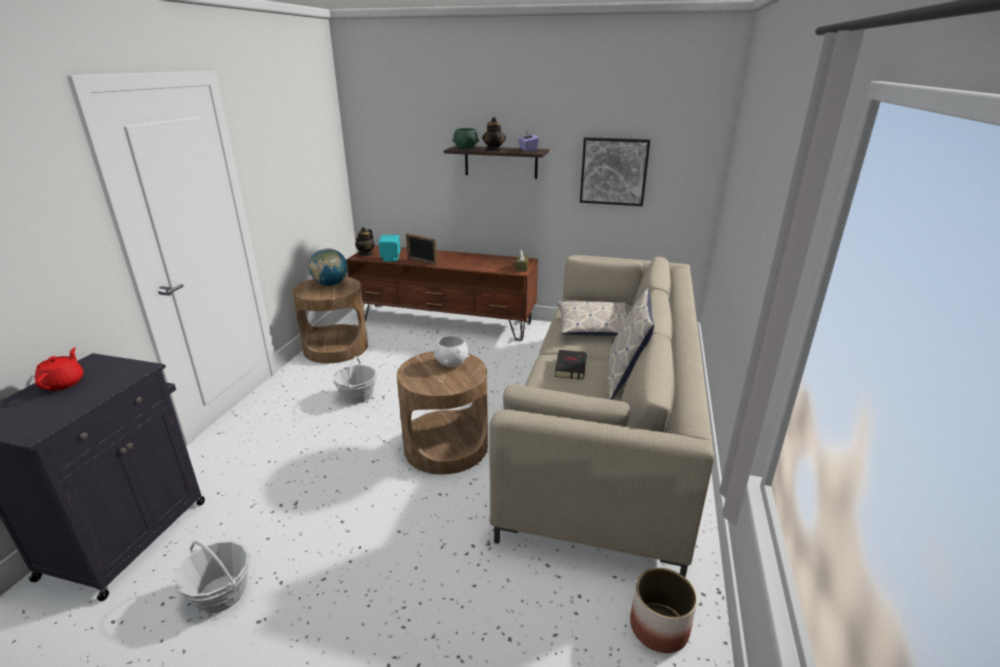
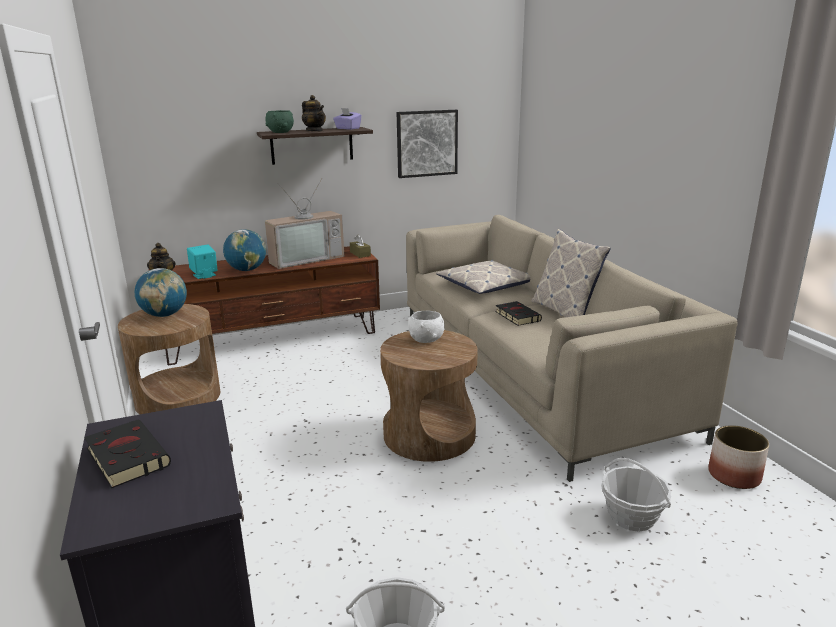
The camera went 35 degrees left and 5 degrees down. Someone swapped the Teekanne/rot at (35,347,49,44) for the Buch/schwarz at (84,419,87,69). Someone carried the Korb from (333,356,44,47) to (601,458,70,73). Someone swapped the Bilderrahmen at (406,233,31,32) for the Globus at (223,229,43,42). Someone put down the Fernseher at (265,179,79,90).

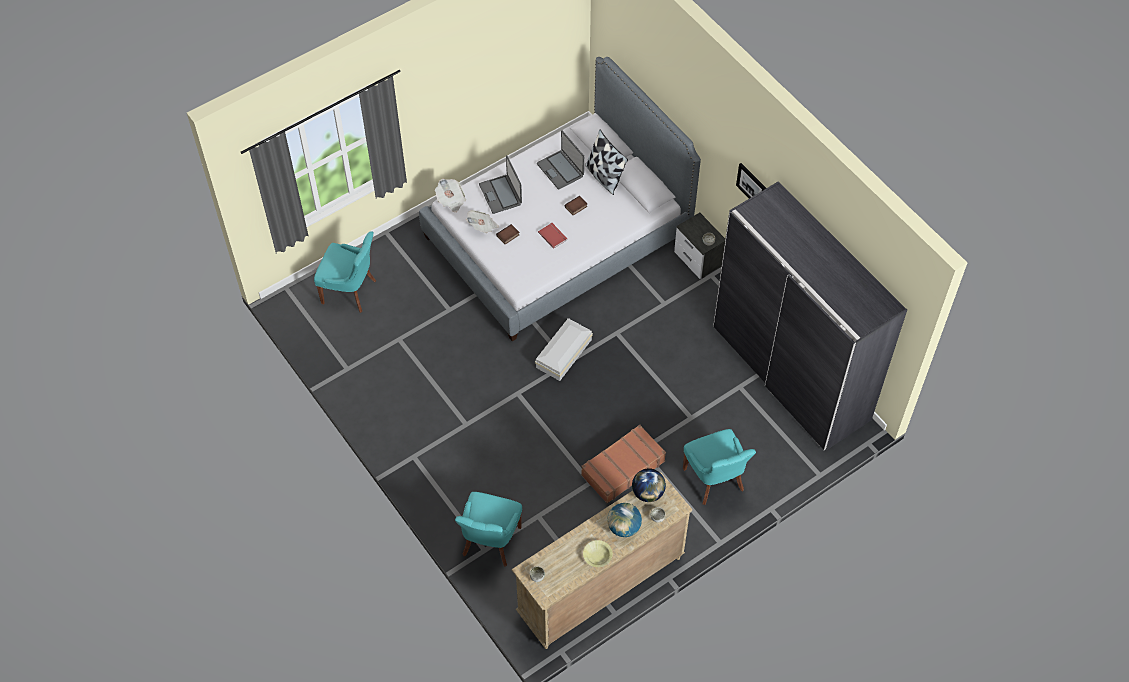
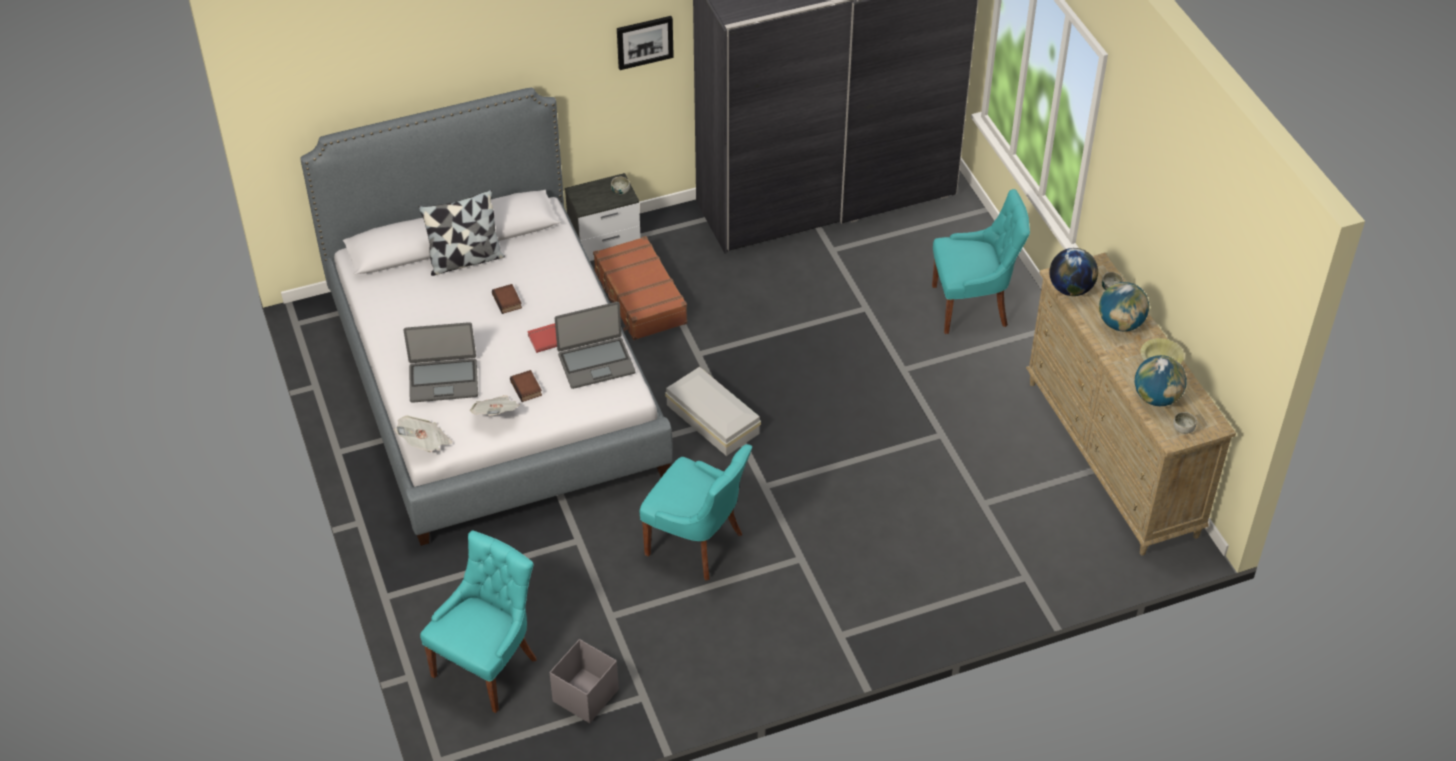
The camera went 75 degrees left and 10 degrees down. Someone carried the Stuhl/türkis from (455,492,67,75) to (640,444,112,137). Someone carried the Laptop from (537,131,47,59) to (555,302,80,87). Someone carried the Koffer/braun from (581,425,85,78) to (593,236,94,104). Someone put down the Aufbewahrungsbox/grau at (550,639,69,84). Someone put down the Globus at (1135,355,52,51).

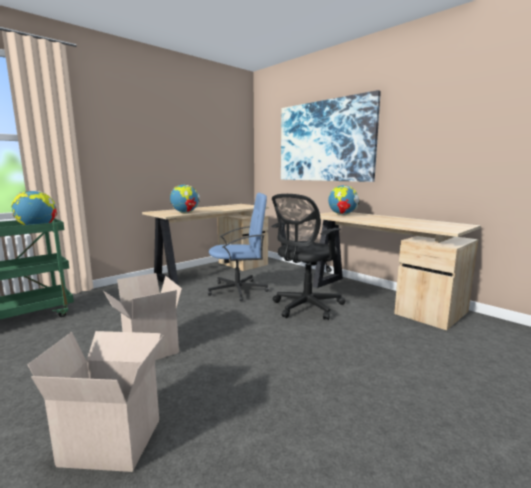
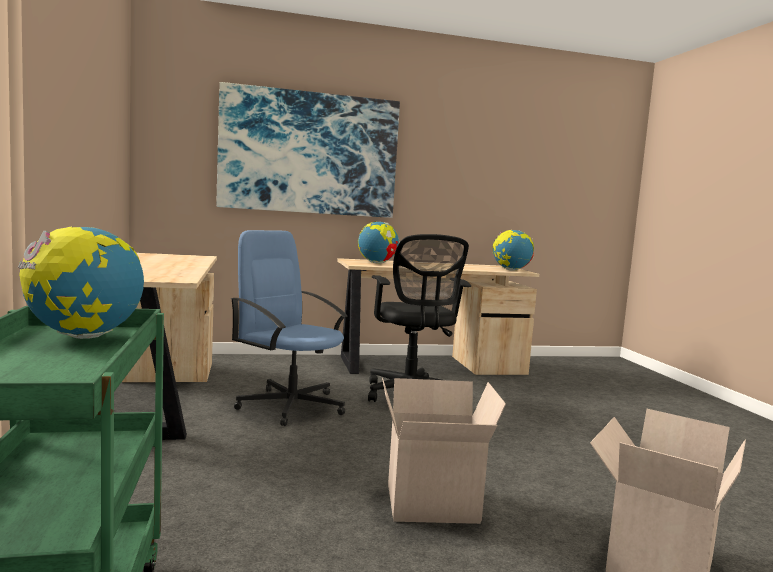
The camera went 60 degrees left and 5 degrees down. Someone carried the Globus from (170,185,30,28) to (493,230,41,41). Someone rotated the Bürostuhl/blau at (208,193,61,108) by 75 degrees counterclockwise.

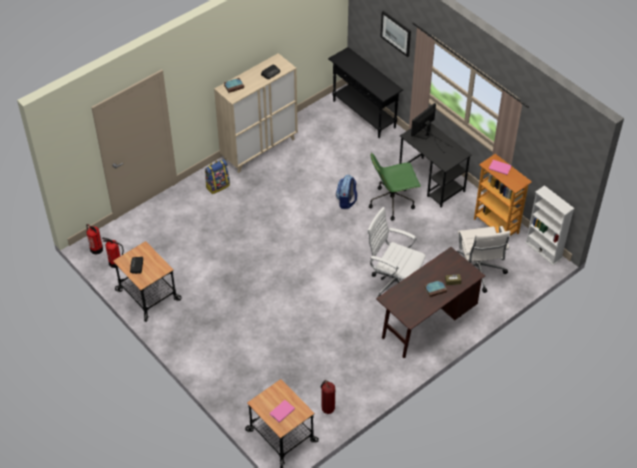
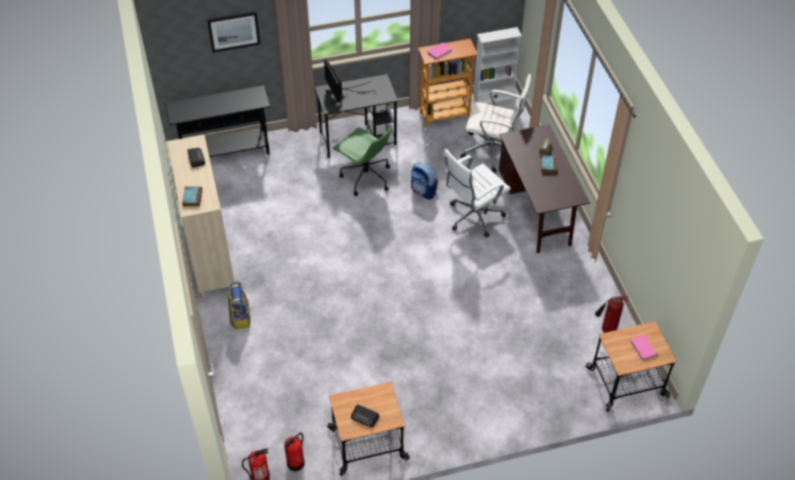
The camera went 65 degrees left and 0 degrees up. Someone carried the Rucksack from (336,175,21,34) to (411,162,27,38). Someone rotated the Bürostuhl/grün at (369,153,52,68) by 60 degrees counterclockwise.

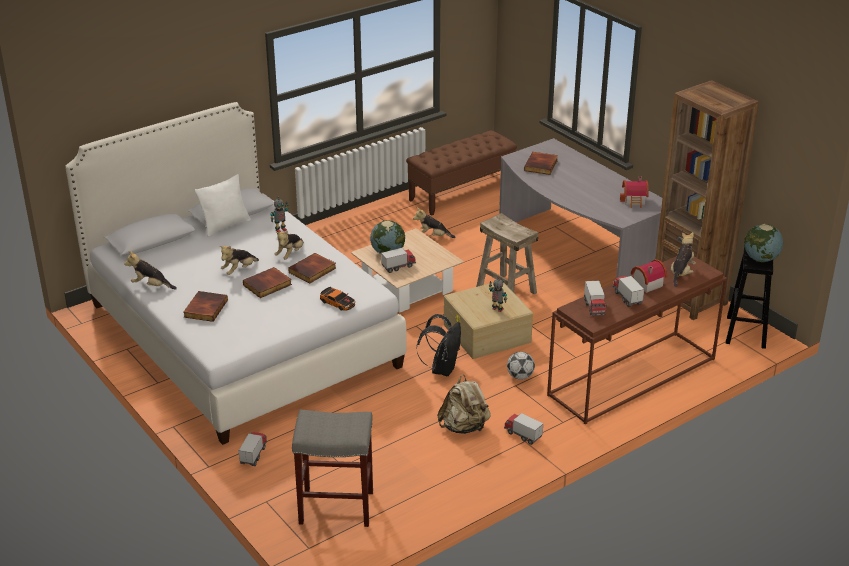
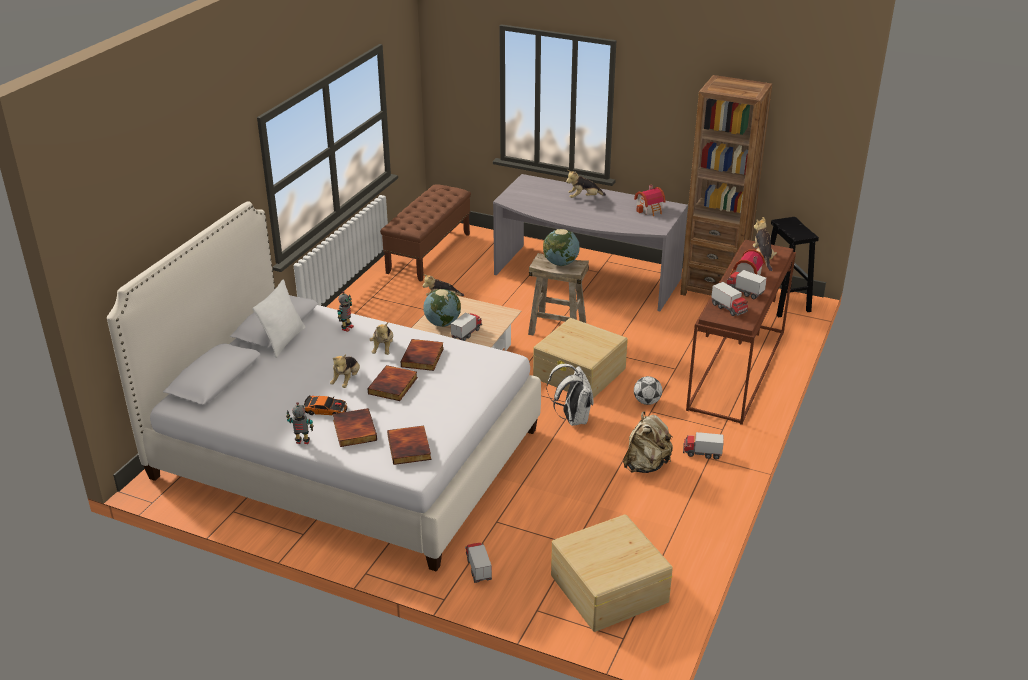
The camera went 30 degrees left and 0 degrees up. Someone carried the Plüschtier from (124,251,53,38) to (566,170,40,28). Someone swapped the Hocker/grau at (292,409,81,118) for the Aufbewahrungsbox/beige at (551,514,122,118). Someone carried the Spielzeugauto from (320,287,35,24) to (304,395,43,20). Someone repainted the Rucksack/schwarz at (416,314,45,63), which became the Rucksack/weiß at (547,364,46,62). Someone carried the Spielzeugroboter from (489,277,18,35) to (286,402,28,42). Someone carried the Buch from (524,152,34,23) to (387,426,44,39). Someone carried the Globus from (744,224,39,38) to (543,229,36,37).

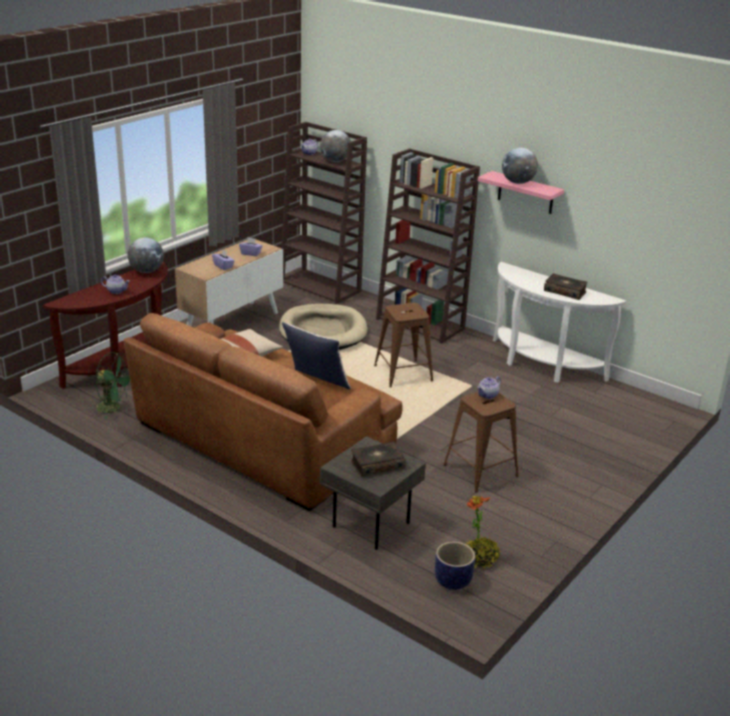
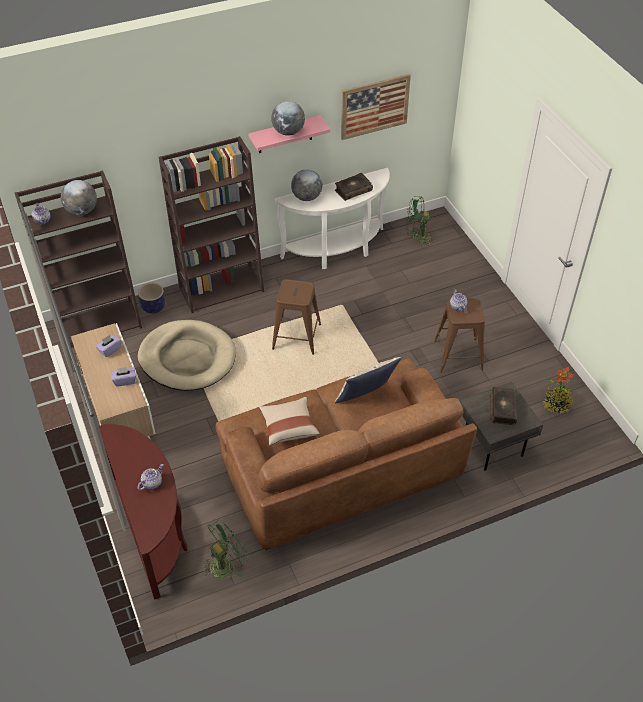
The camera went 60 degrees left and 20 degrees up. Someone carried the Globus from (128,237,36,36) to (291,169,31,32). Someone carried the Pflanzkübel from (435,542,40,48) to (138,283,27,31). Someone put up the Bild at (341,74,70,66). Someone put down the Ventilator/grün at (406,196,29,52).

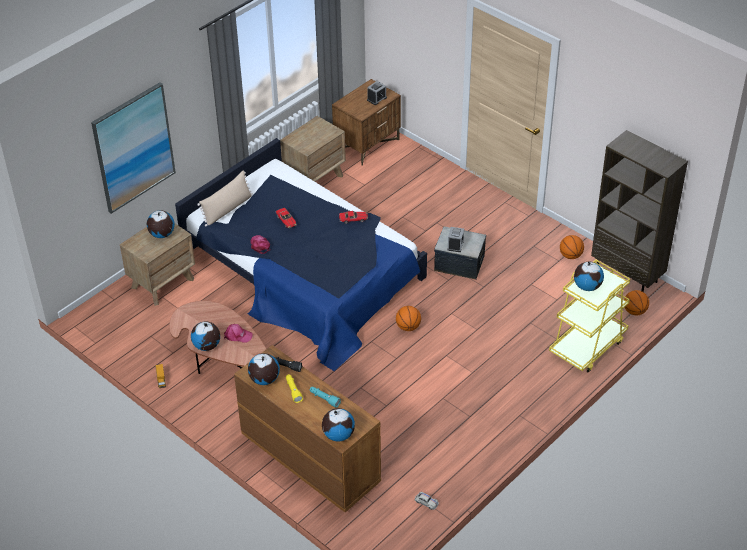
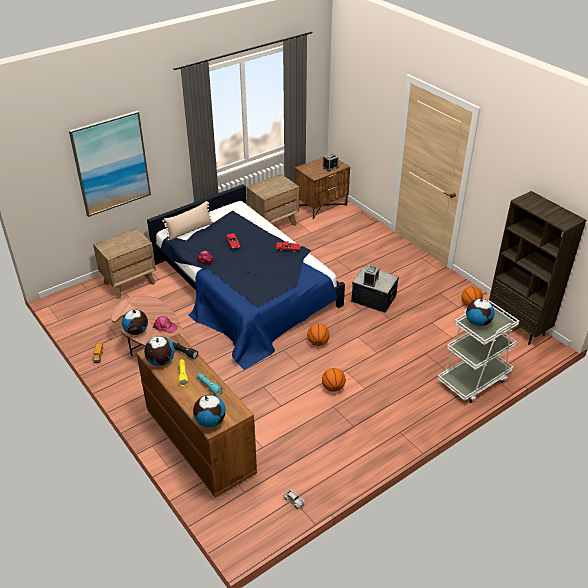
The camera went 10 degrees right and 5 degrees down. Someone took away the Globus at (147,210,28,28). Someone repainted the Rollwagen/gelb at (549,259,81,113), which became the Rollwagen/weiß at (437,300,82,103). Someone carried the Basketball from (624,290,25,25) to (322,368,24,24).

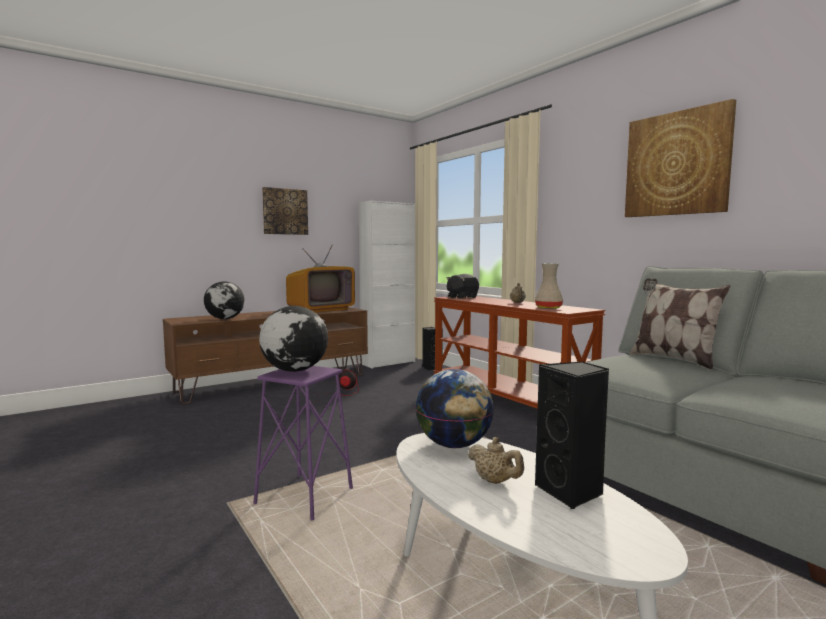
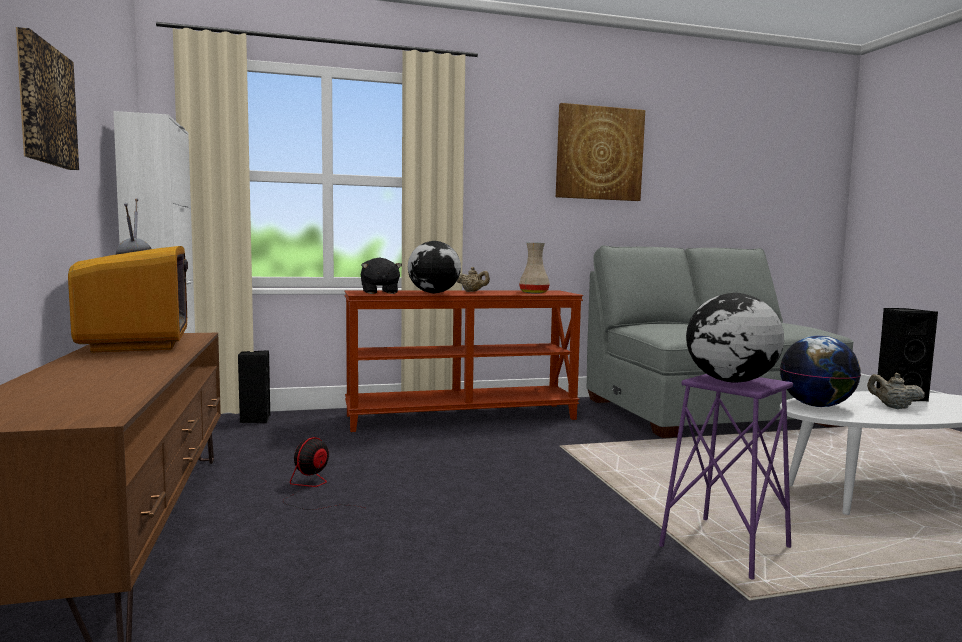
The camera went 70 degrees left and 0 degrees up. Someone carried the Globus from (204,281,41,38) to (408,241,53,52). Someone rotated the Teekanne/beige at (468,437,56,47) by 105 degrees counterclockwise. Someone took away the Kissen at (629,278,102,92).

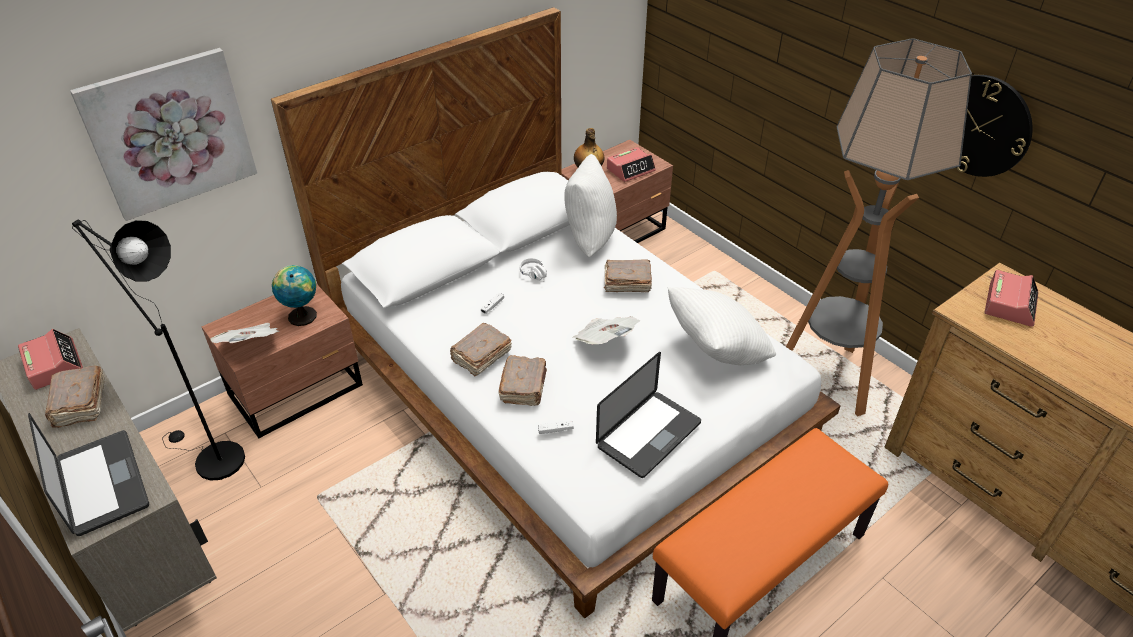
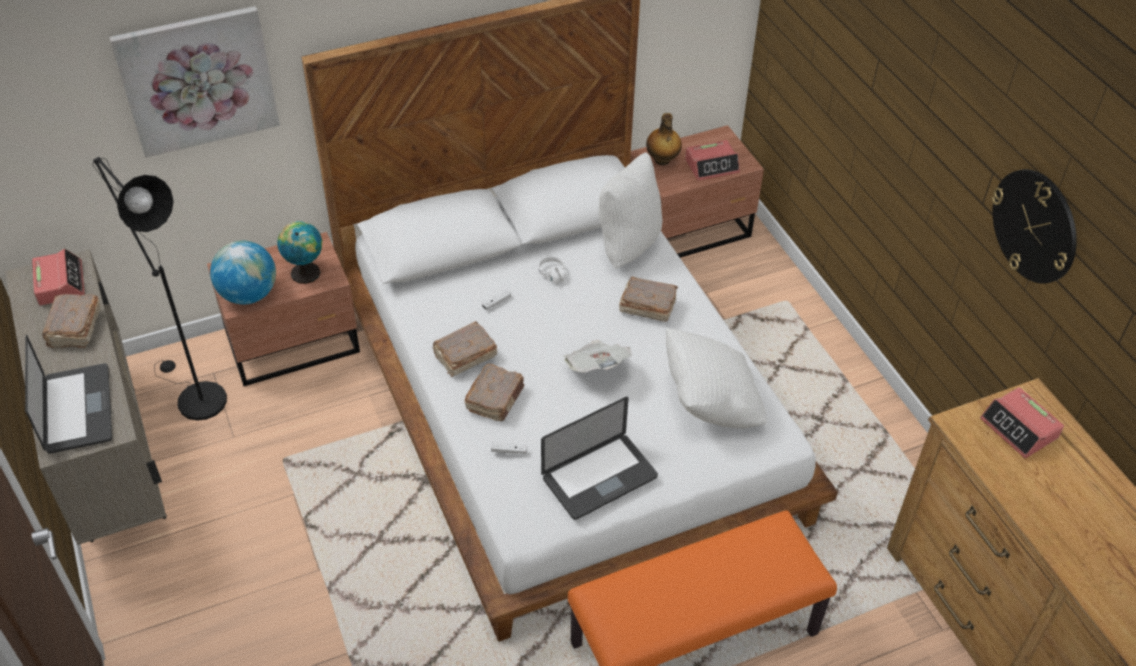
The camera went 15 degrees right and 5 degrees up. Someone swapped the Zeitung at (210,323,69,20) for the Globus at (210,240,66,64). Someone took away the Stehlampe at (786,38,186,378). Someone rotated the Wecker at (984,270,54,57) by 105 degrees clockwise.

